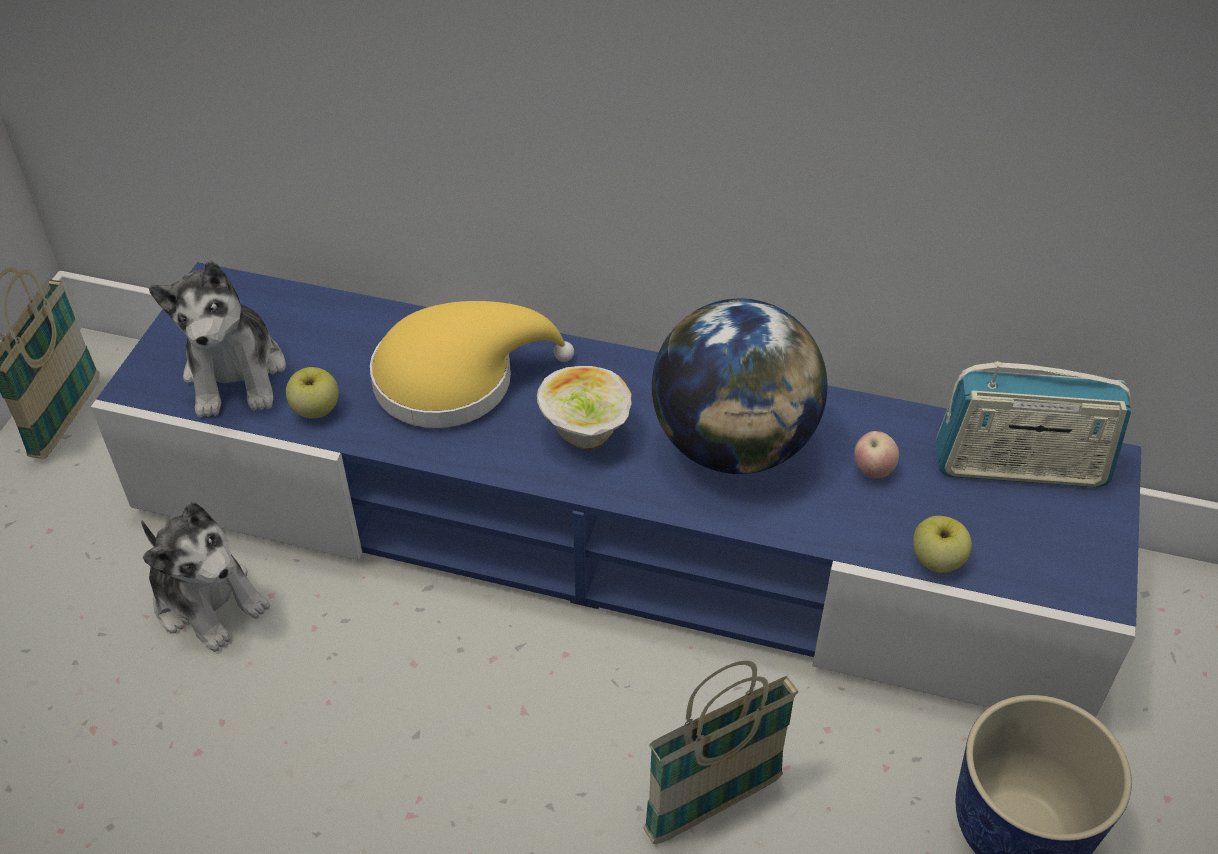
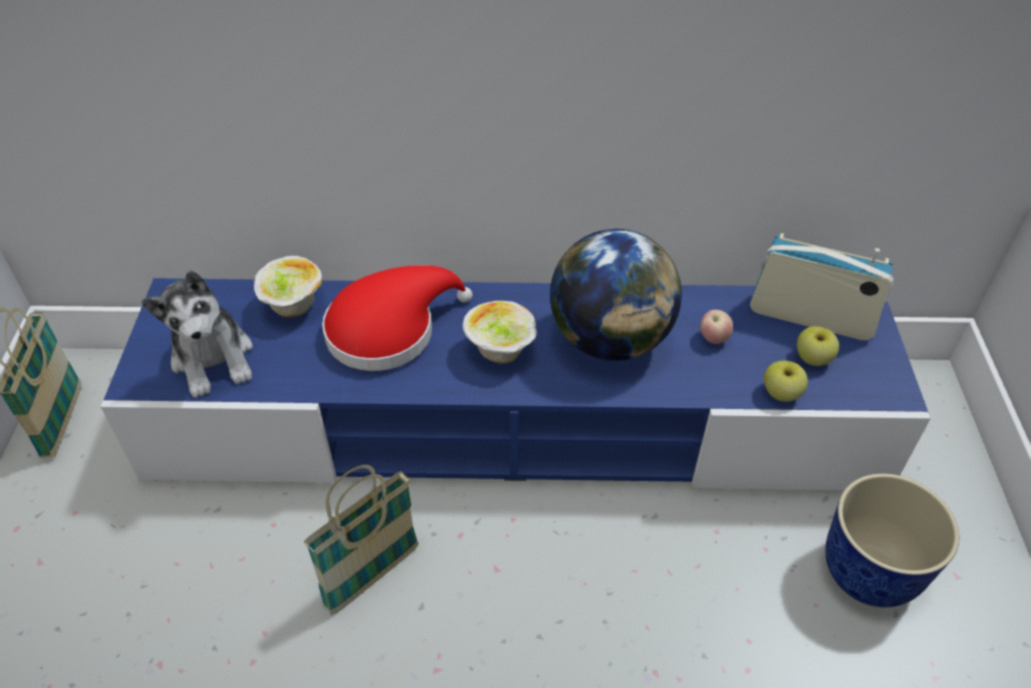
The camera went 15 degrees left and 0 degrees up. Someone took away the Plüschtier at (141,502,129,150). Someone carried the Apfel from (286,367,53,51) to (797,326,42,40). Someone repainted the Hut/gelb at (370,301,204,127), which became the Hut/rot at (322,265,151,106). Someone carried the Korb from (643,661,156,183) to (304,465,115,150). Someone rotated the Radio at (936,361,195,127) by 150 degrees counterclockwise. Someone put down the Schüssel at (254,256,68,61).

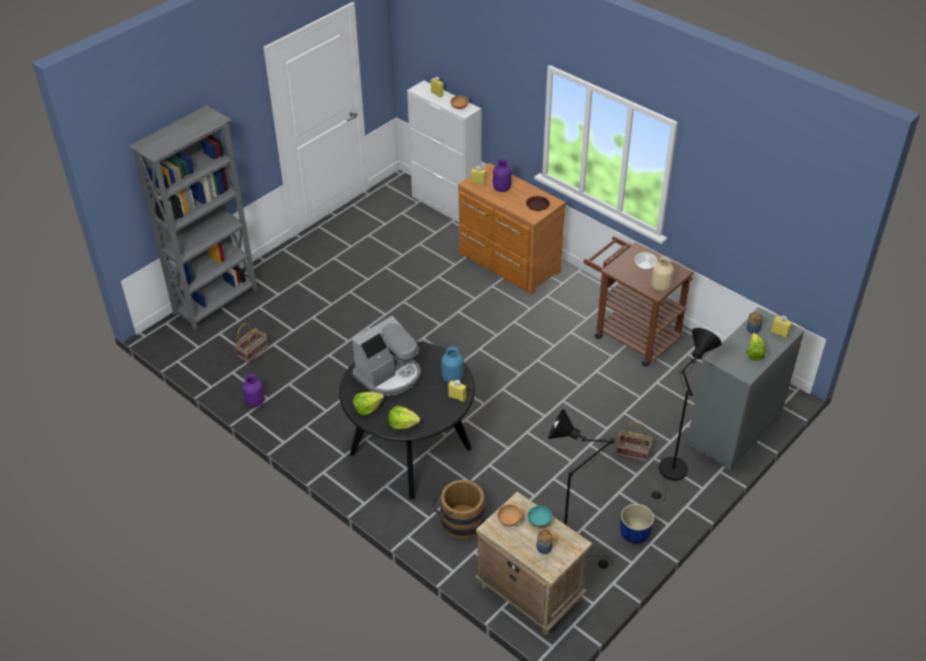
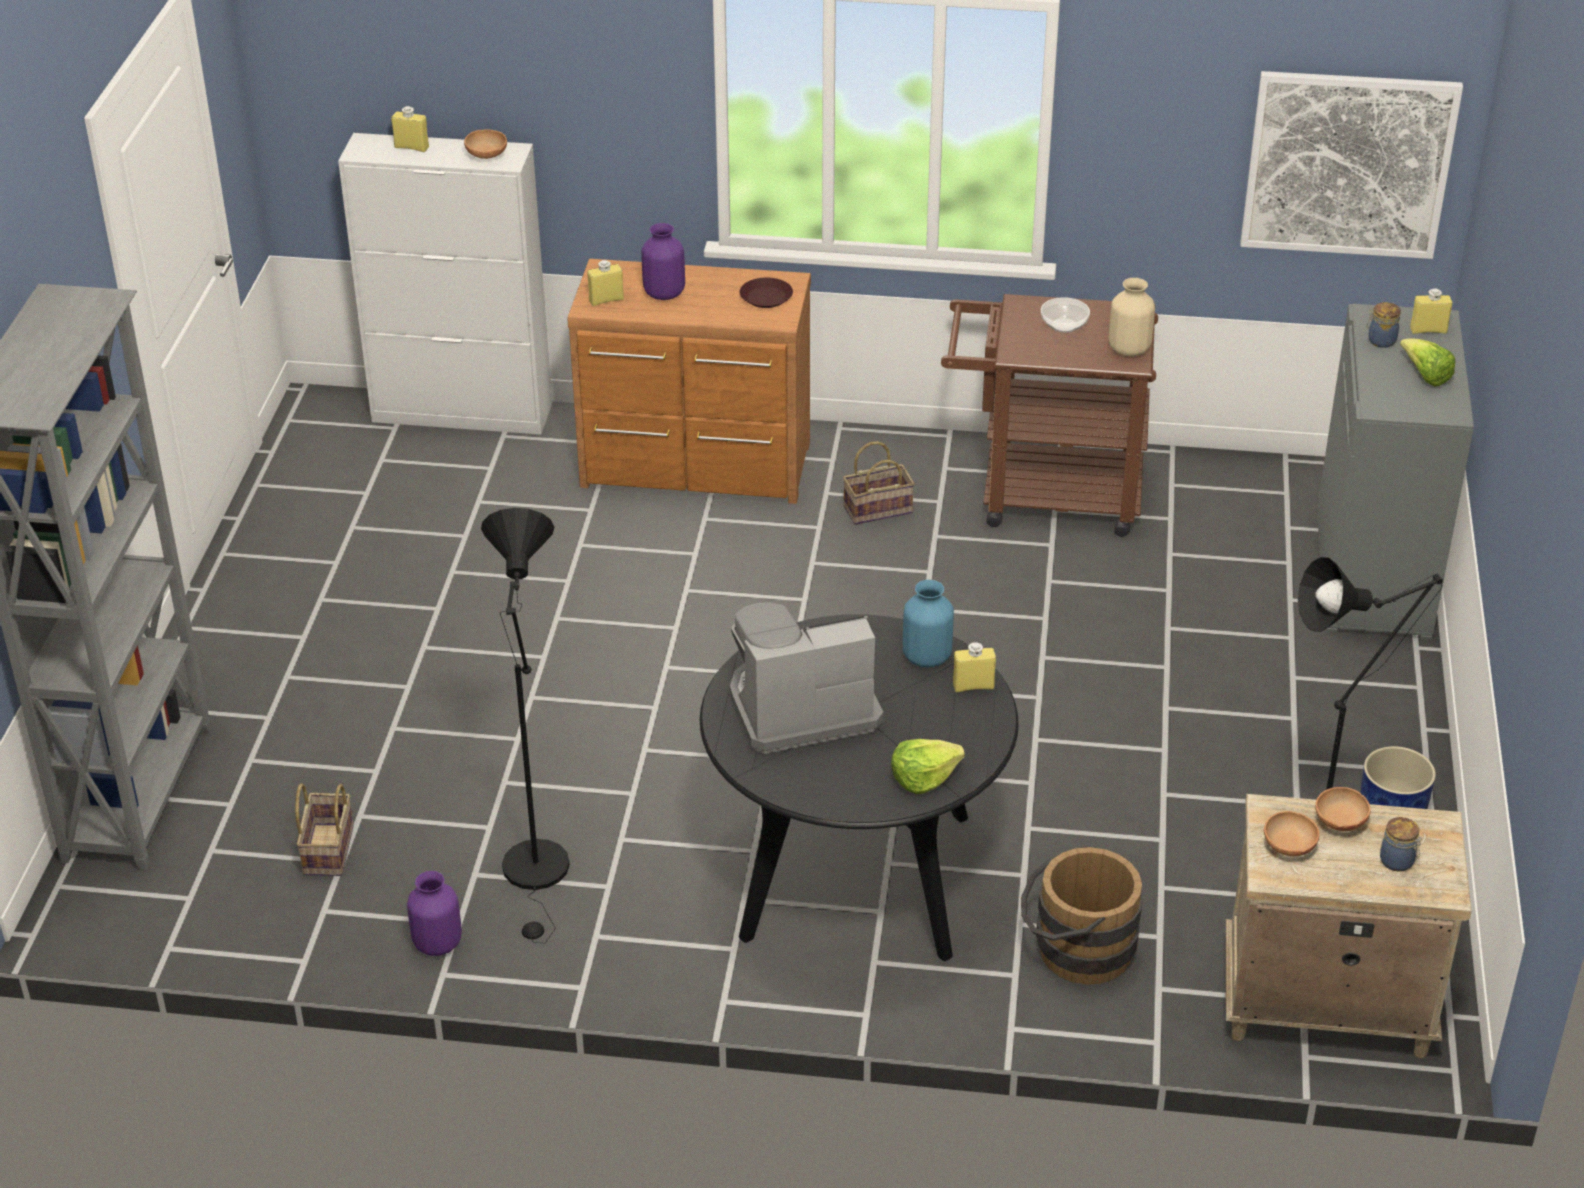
The camera went 35 degrees left and 5 degrees down. Someone rotated the Kaffeemaschine at (352,316,69,80) by 120 degrees counterclockwise. Someone took away the Salatkopf at (353,392,31,24). Someone repainted the Schüssel/türkis at (527,506,25,21), which became the Schüssel/braun at (1315,787,56,44). Someone carried the Korb from (616,422,36,40) to (843,441,72,84). Someone carried the Stehlampe/schwarz from (652,328,70,175) to (481,508,89,435). Someone put up the Bild at (1240,71,223,188).

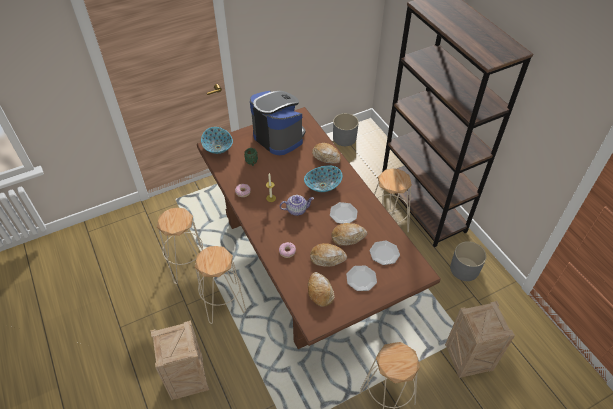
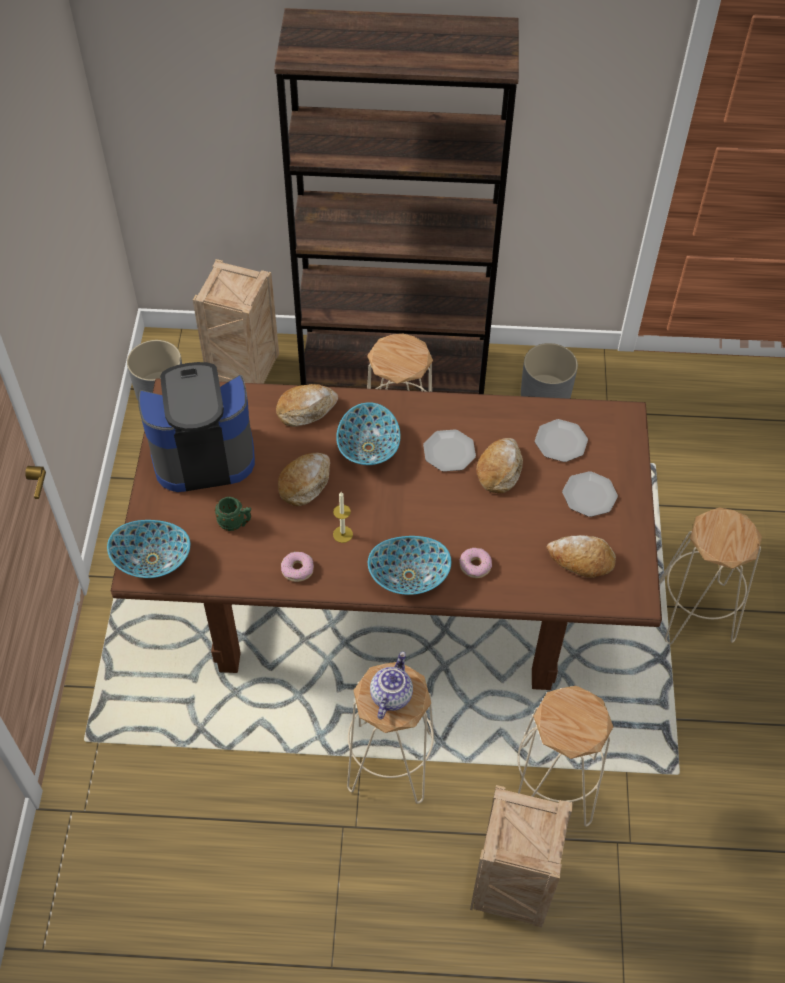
The camera went 60 degrees left and 5 degrees up. Someone carried the Hocker/beige from (157,208,46,76) to (517,686,96,141). Someone carried the Teekanne from (280,195,34,21) to (370,652,43,67). Someone carried the Brot from (310,243,37,24) to (278,453,52,53). Someone carried the Kiste from (445,301,70,77) to (193,259,86,125). Someone put down the Schüssel at (368,536,83,59).

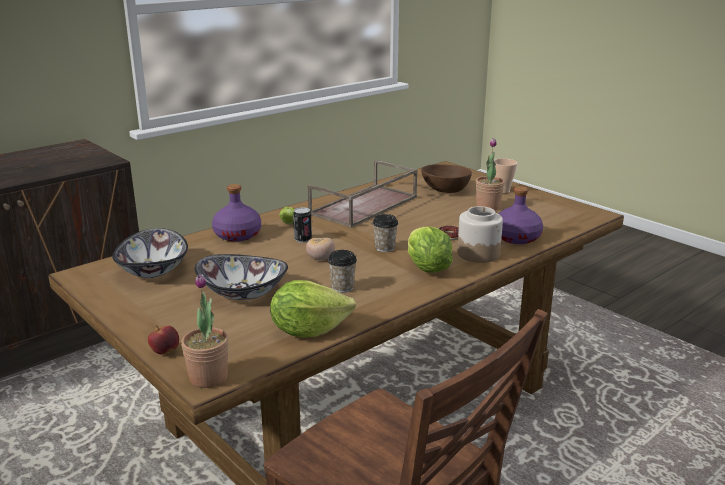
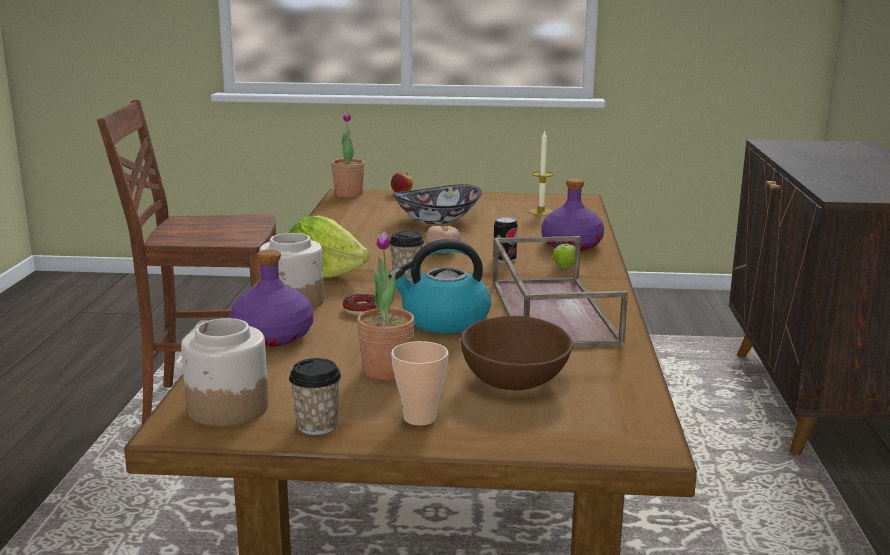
The camera went 135 degrees right and 5 degrees down. Someone swapped the Schüssel at (112,228,76,50) for the Kerze at (529,130,25,86). Someone took away the Salatkopf at (270,280,86,57). Someone carried the Tasse from (328,250,29,43) to (289,358,52,77). Someone put down the Vorratsglas at (181,318,87,108). Someone put down the Wasserkessel at (389,239,102,94).

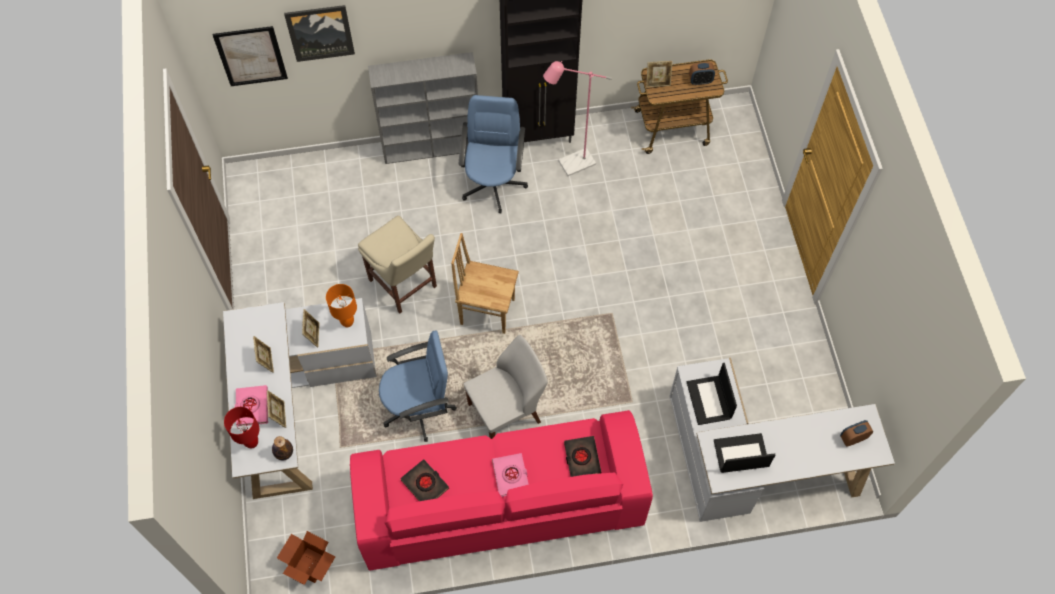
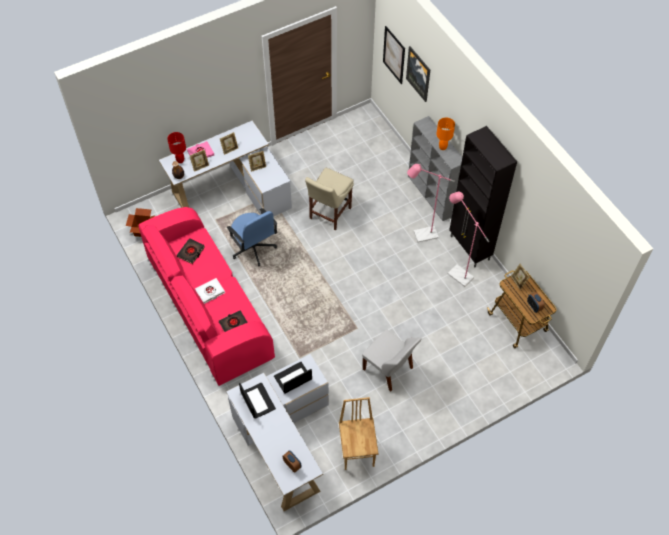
The camera went 70 degrees right and 5 degrees down. Someone carried the Tischlampe/orange from (326,284,31,43) to (436,118,19,32). Someone carried the Stuhl/braun from (451,233,68,101) to (339,397,40,73). Someone swapped the Bürostuhl/blau at (458,95,70,118) for the Stehlampe/rosa at (407,164,48,79). Someone carried the Stuhl/weiß from (464,335,84,104) to (362,329,60,63). Someone repainted the Buch/rosa at (492,453,37,44), which became the Buch/weiß at (195,278,30,26).

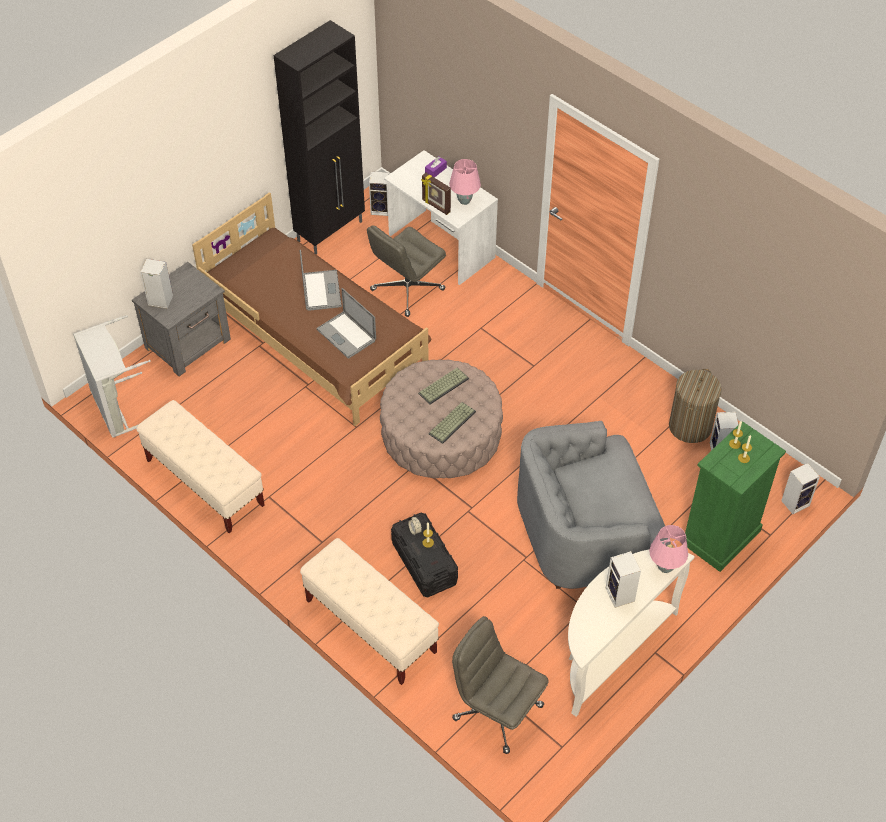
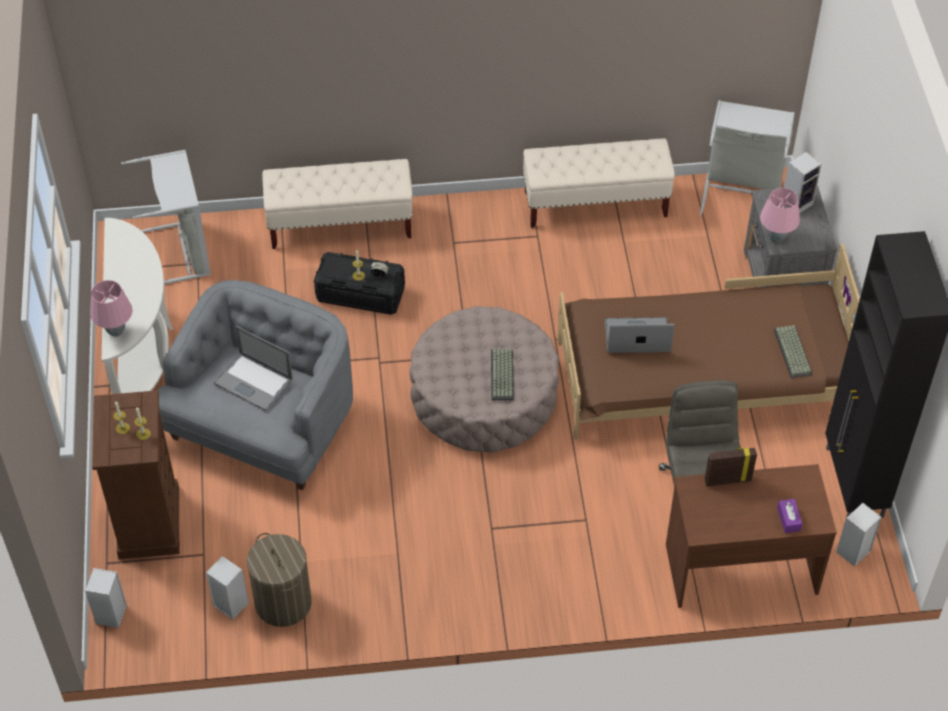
The camera went 130 degrees right and 0 degrees up. Someone carried the Laptop from (300,250,42,61) to (214,326,79,85). Someone repainted the Schreibtisch/weiß at (384,150,114,135), which became the Schreibtisch/braun at (666,464,171,144). Someone carried the Tastatur from (429,402,47,42) to (774,325,38,53). Someone carried the Tischlampe/rosa from (449,159,32,46) to (760,188,40,55). Someone swapped the Bürostuhl/grau at (452,616,96,138) for the Wäschekorb/grau at (121,150,90,134). Someone took away the Lautsprecher at (606,551,35,57). Someone repainted the Kommode/grün at (680,421,106,151), which became the Kommode/braun at (92,390,88,169).

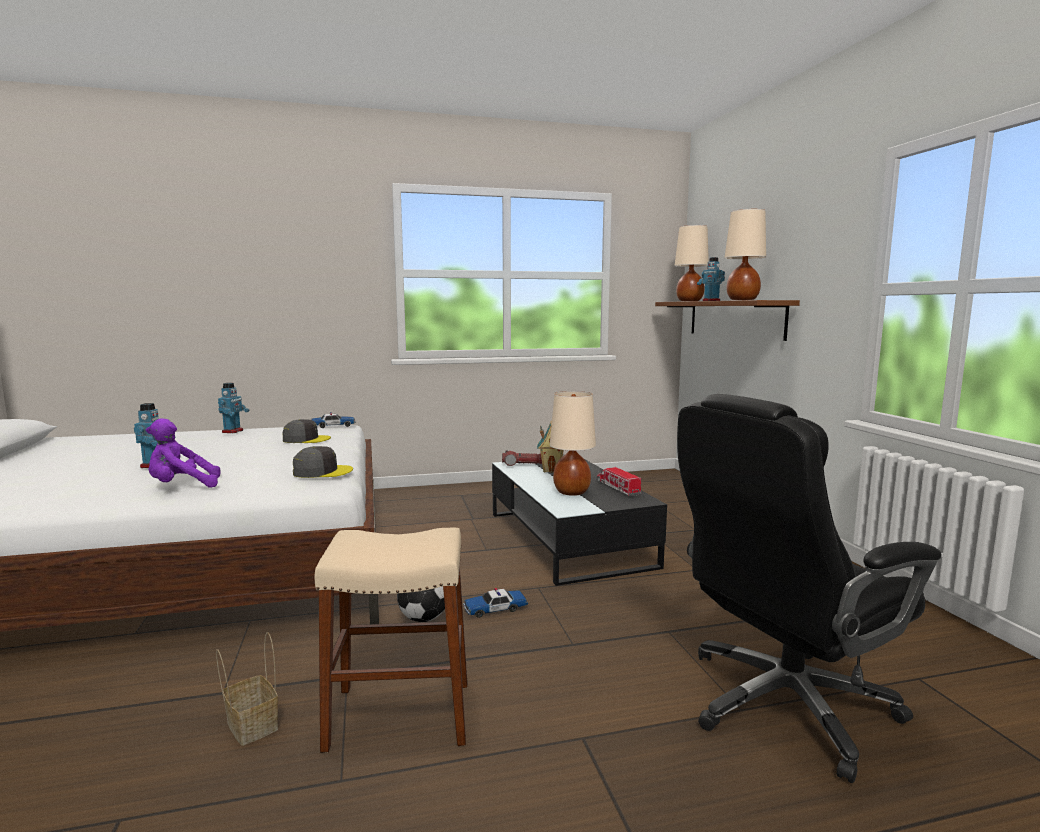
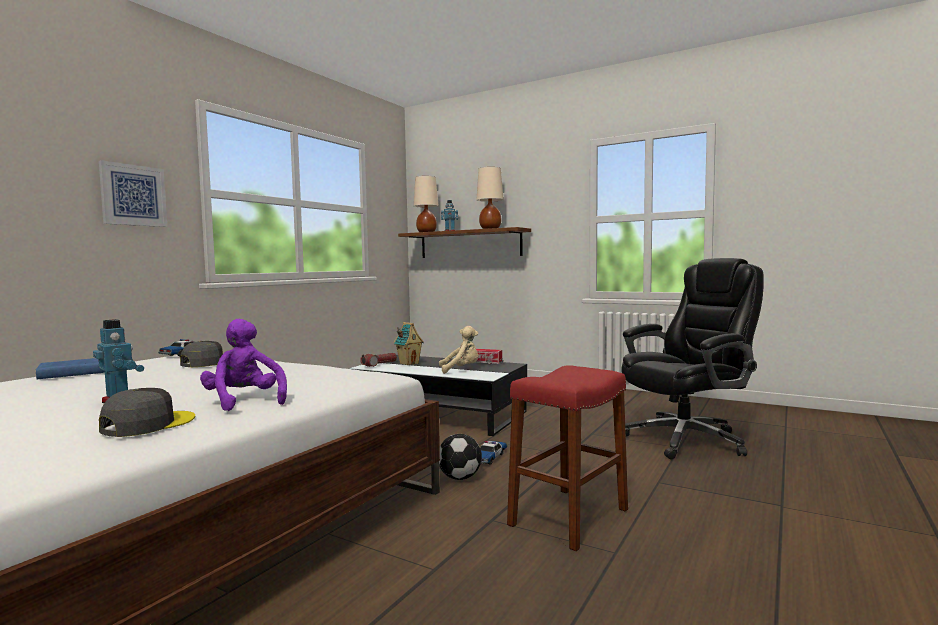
The camera went 45 degrees left and 5 degrees down. Someone rotated the Plüschtier/lila at (146,418,75,70) by 120 degrees clockwise. Someone took away the Korb at (216,632,62,114). Someone swapped the Spielzeugroboter at (218,383,31,50) for the Buch/blau at (36,358,69,21). Someone carried the Kappe/grau from (293,446,60,32) to (99,388,96,49). Someone repainted the Hocker/beige at (315,528,152,225), which became the Hocker/rot at (507,365,121,186). Someone swapped the Tischlampe/beige at (550,391,46,105) for the Plüschtier/beige at (439,326,40,48). Someone rotated the Bürostuhl/schwarz at (677,394,265,389) by 135 degrees counterclockwise. Someone put up the Bild at (99,160,68,67).

